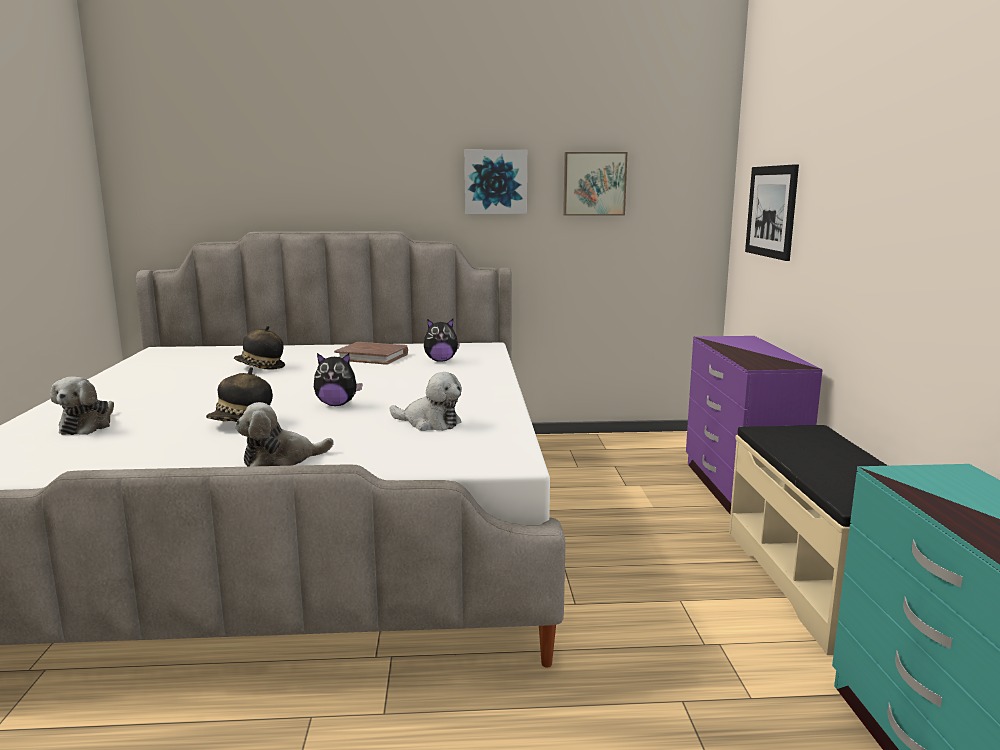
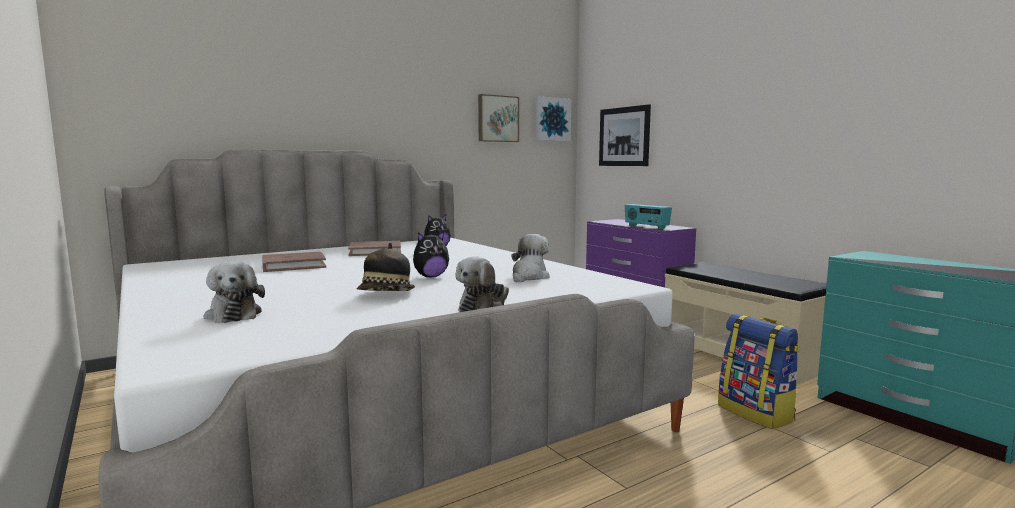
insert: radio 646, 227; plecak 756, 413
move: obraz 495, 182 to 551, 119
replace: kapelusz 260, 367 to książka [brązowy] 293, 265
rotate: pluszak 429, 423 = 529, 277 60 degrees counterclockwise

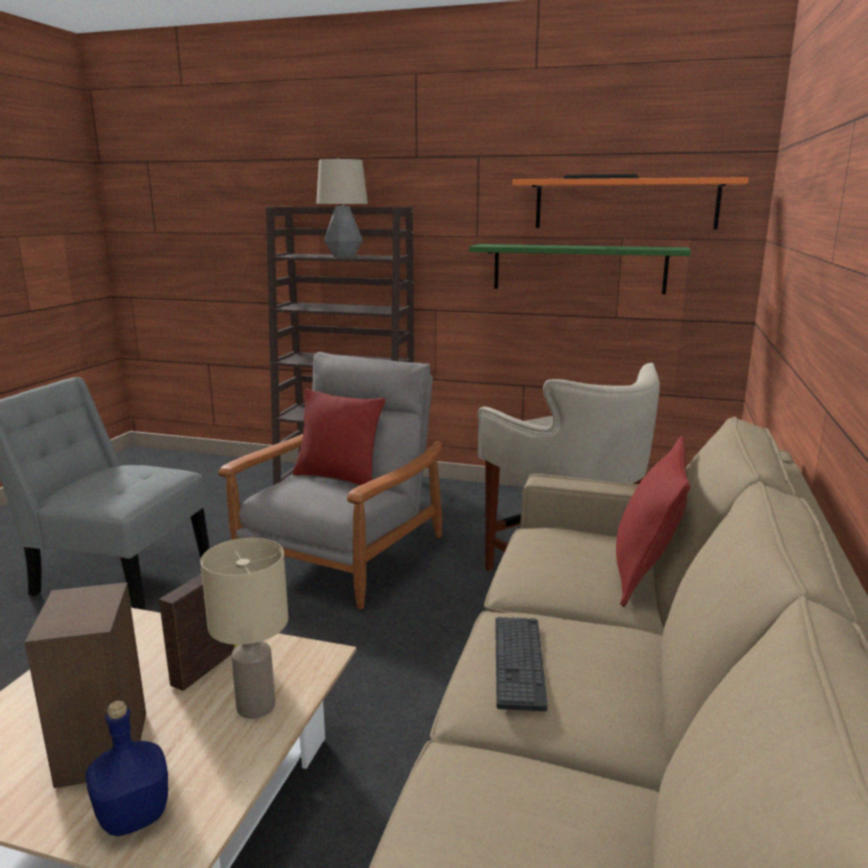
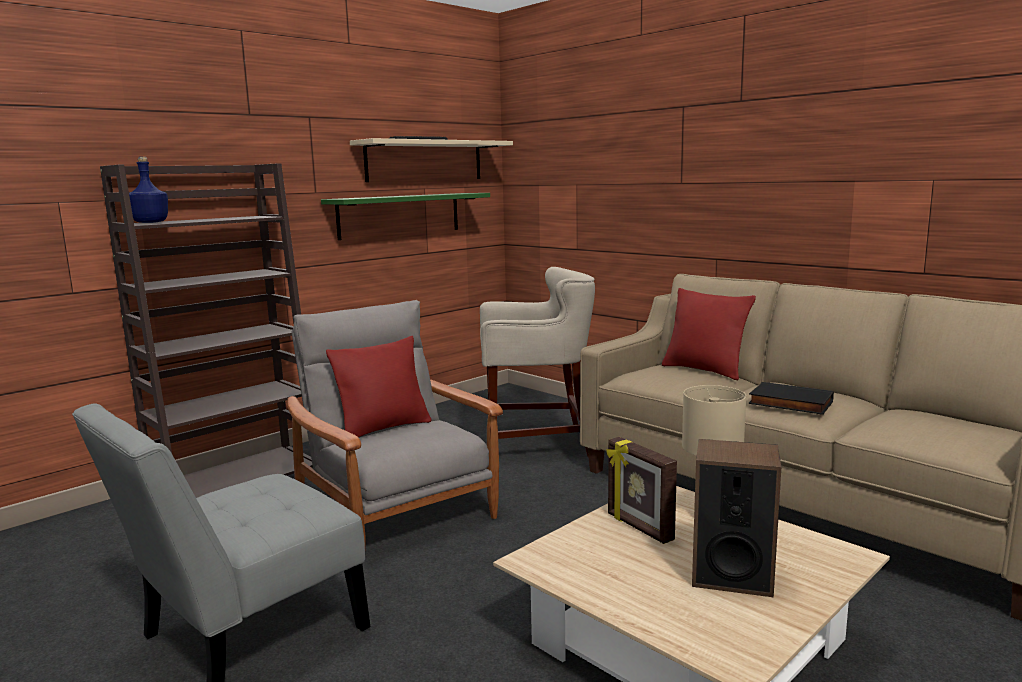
delete: lampa stołowa 344, 256
move: butelka [niebieski] 132, 816 to 150, 222
replace: klawiatura 518, 662 to książka [czarny] 789, 403
recolor: półka [pomarańczowy] 625, 204 to półka [beżowy] 425, 161

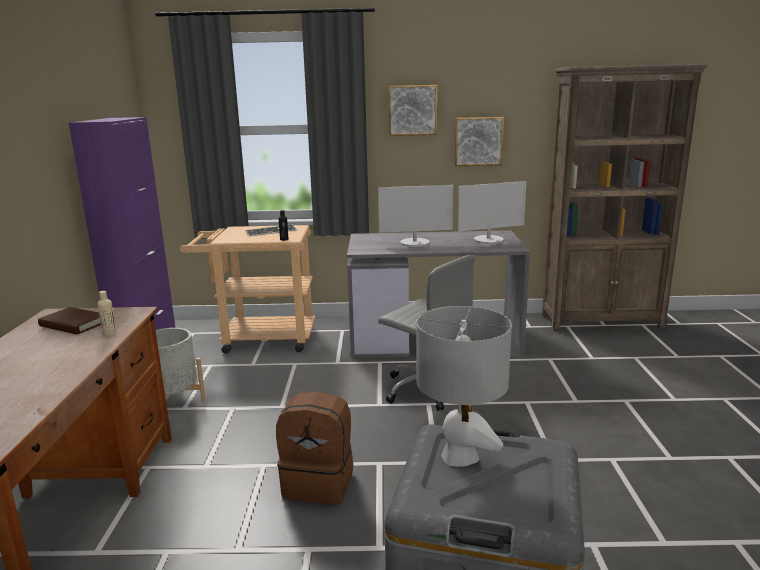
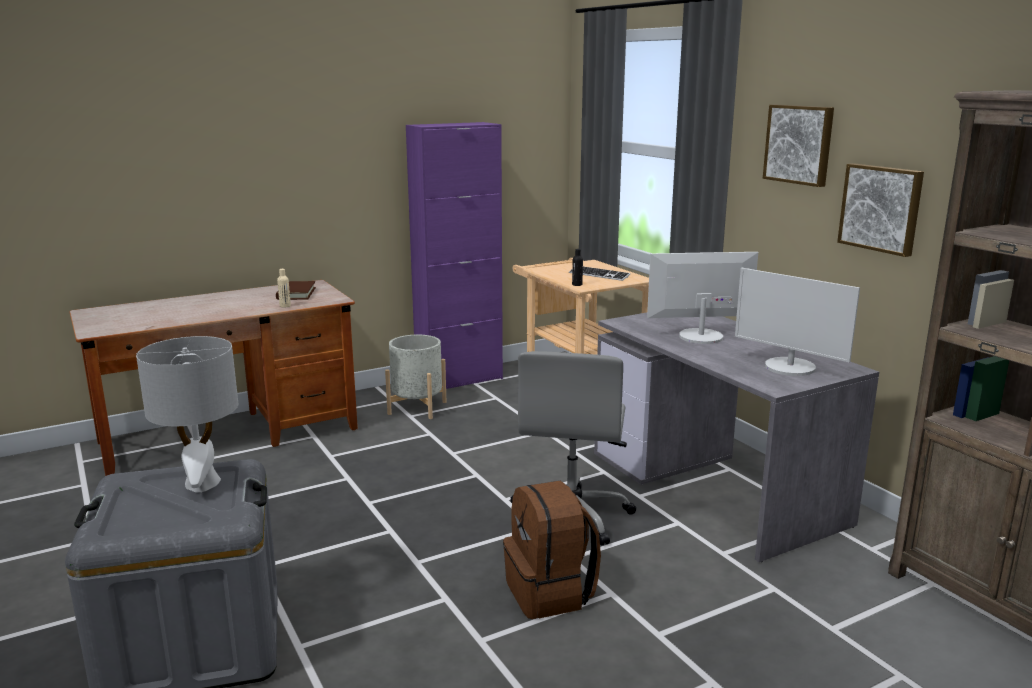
move: plecak [brązowy] 319, 482 to 550, 593
rotate: monitor 415, 243 = 700, 336 120 degrees clockwise

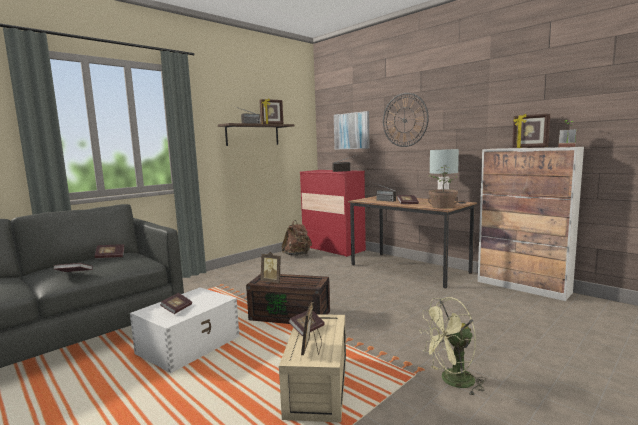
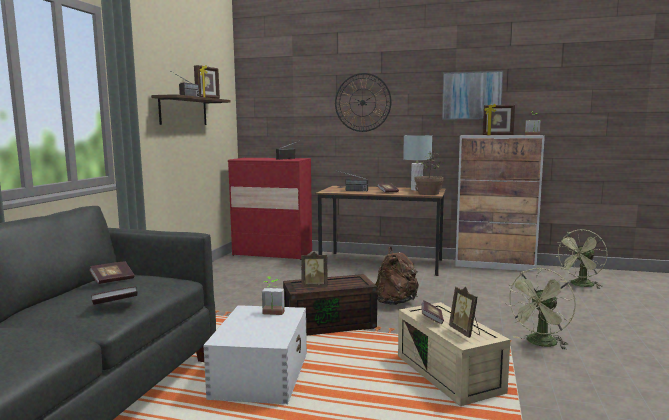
delete: książka 177, 309
insert: wentylator [zielony] 580, 285; roślina doniczkowa 272, 314
move: obraz 351, 131 to 472, 95; plecak [brązowy] 297, 255 to 395, 303

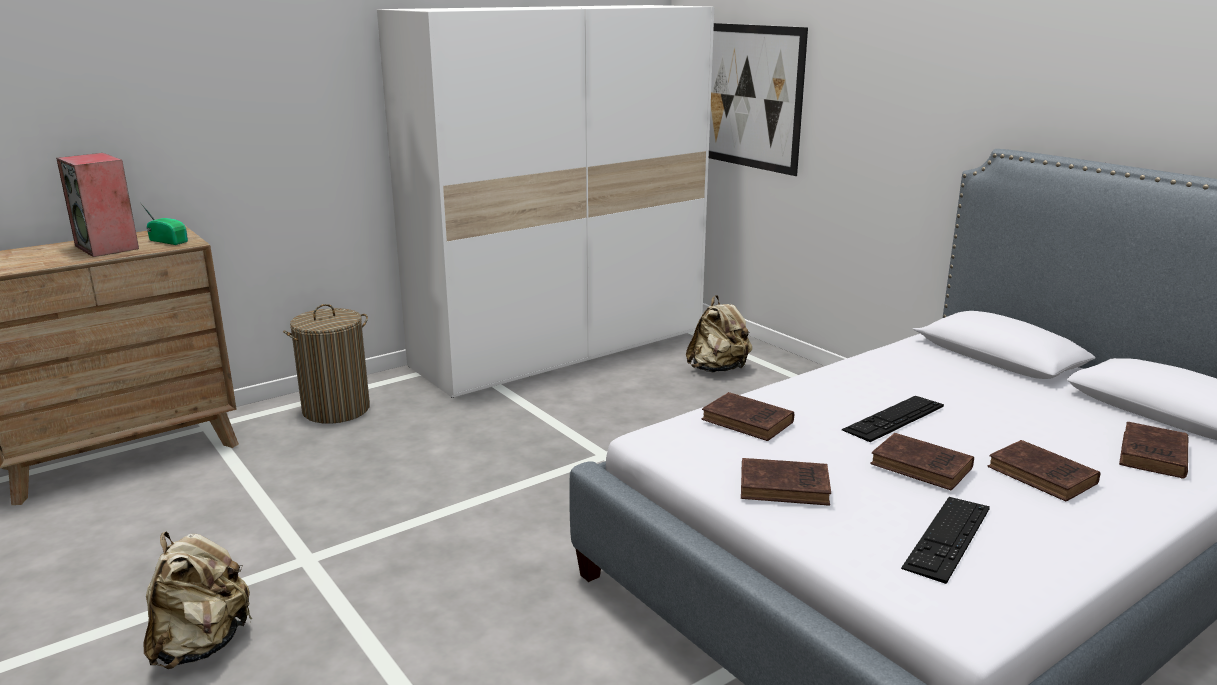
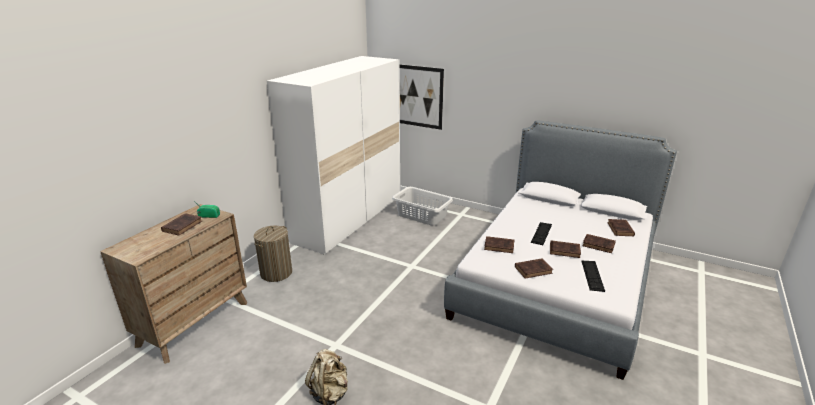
replace: głośnik 108, 247 to książka [brązowy] 183, 226; plecak [beżowy] 718, 369 to kosz na pranie [szary] 422, 215

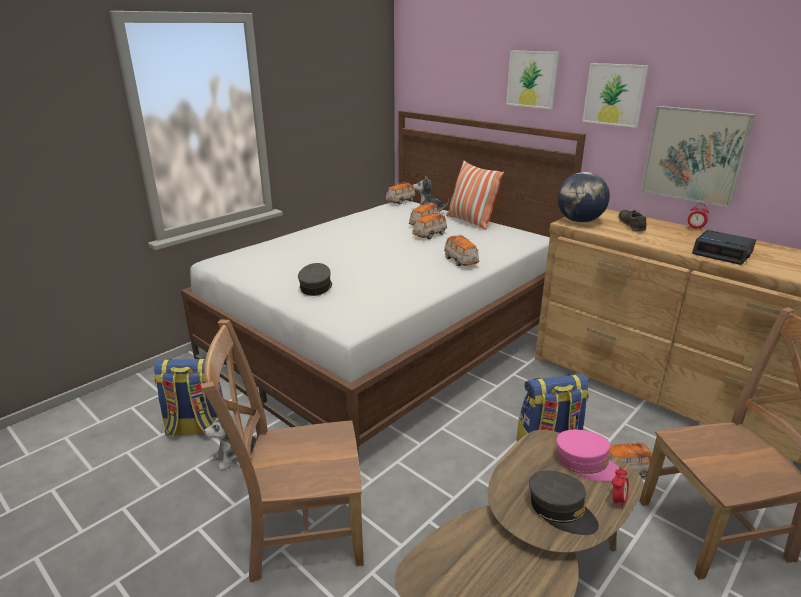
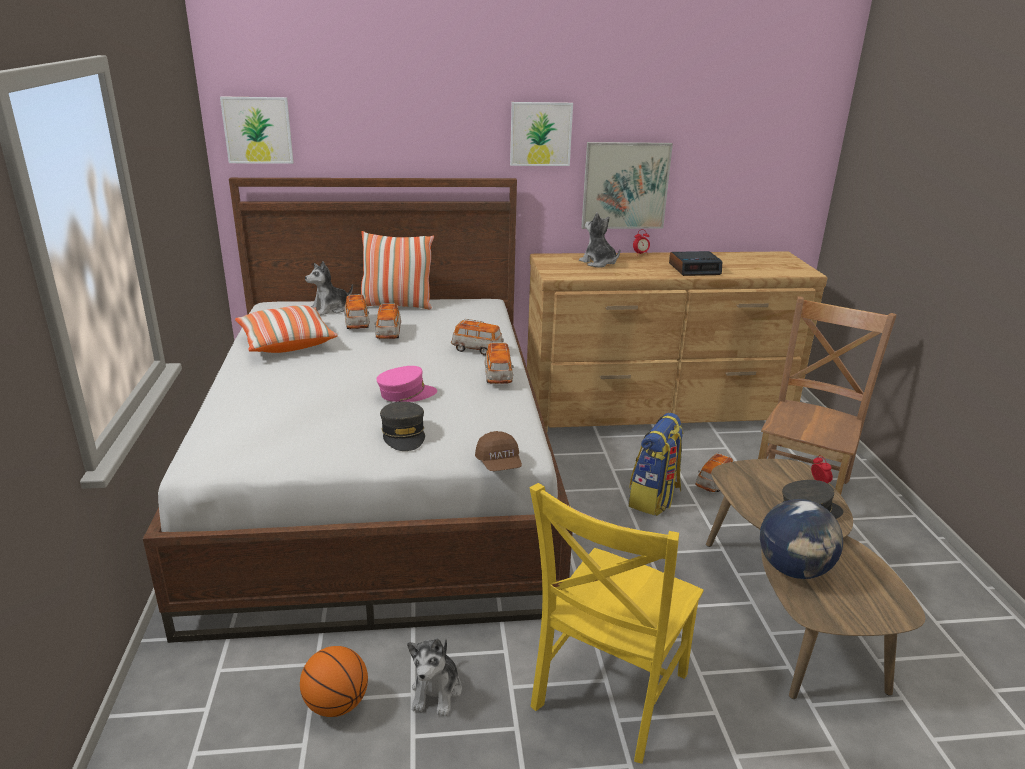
insert: poduszka 286, 343; czapka z daszkiem [brązowy] 499, 464
move: obraz 532, 79 to 258, 130; globus 579, 221 to 793, 570; samochodzik 400, 201 to 498, 377; czapka z daszkiem [różowy] 586, 463 to 406, 394
replace: but [brązowy] 631, 224 to pluszak 598, 263; plecak 196, 428 to piłka do koszykówki 336, 704
recolor: krzesło [brązowy] 300, 532 to krzesło [żółty] 607, 695
rotate: czapka z daszkiem [szary] 316, 287 = 404, 434 150 degrees counterclockwise

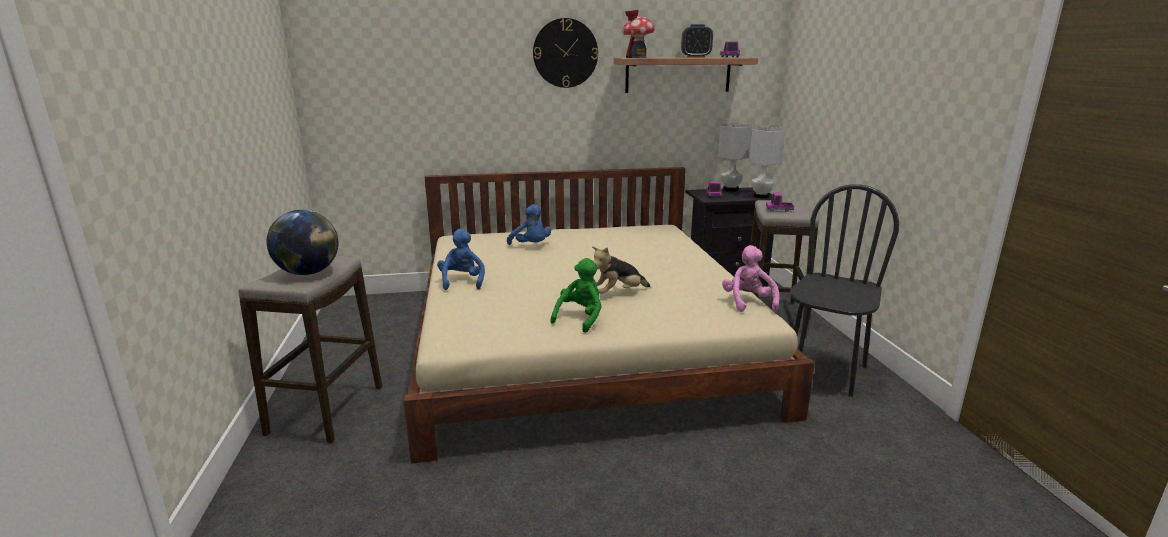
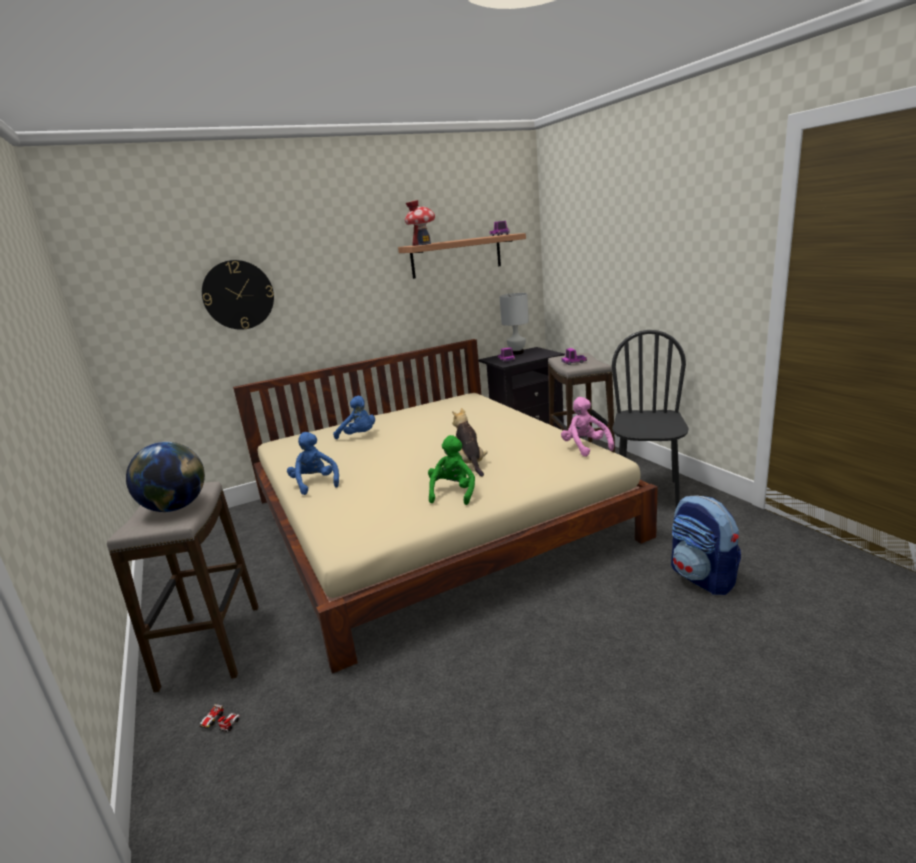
delete: budzik 695, 57; lampa stołowa [biały] 760, 196
insert: plecak 702, 578; samochodzik 220, 723
move: zegar ścienny 565, 53 to 238, 295
rotate: pluszak 618, 293 = 471, 463 120 degrees clockwise

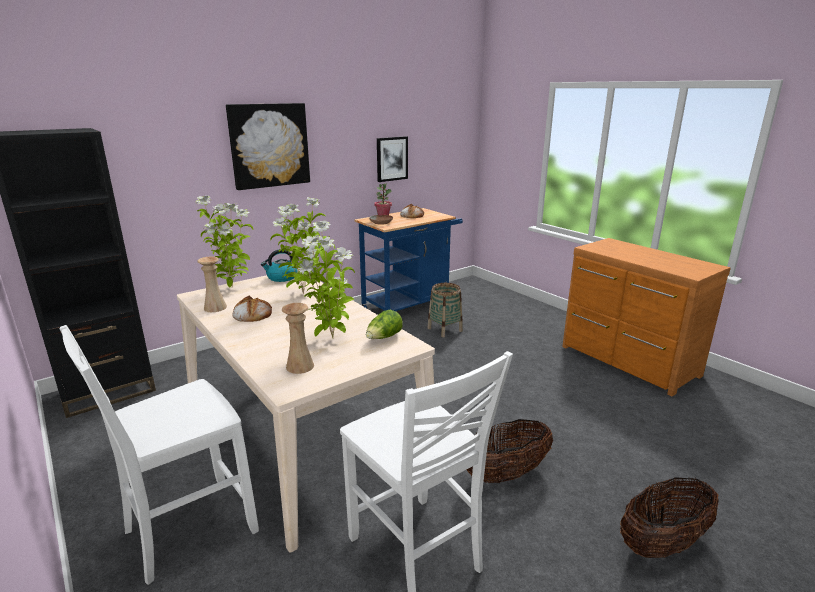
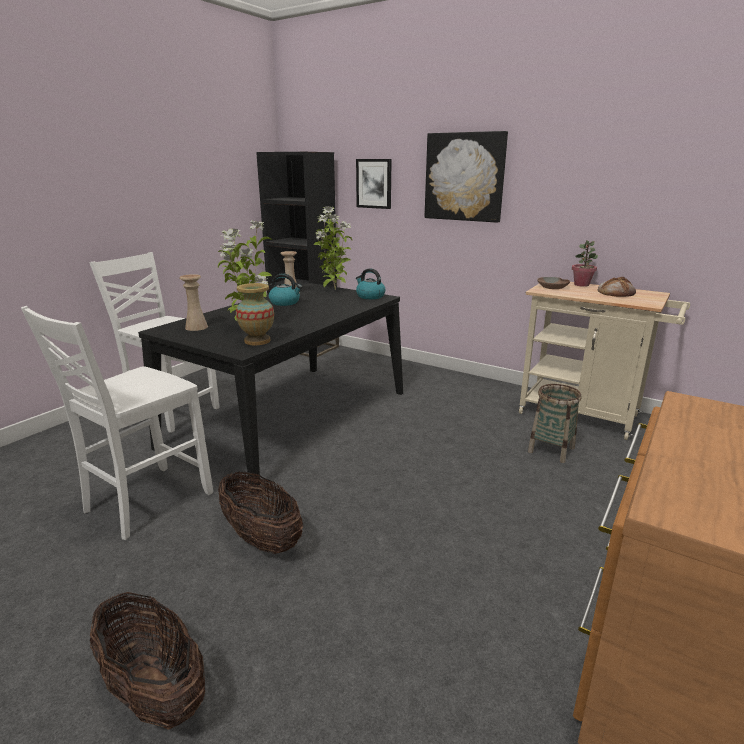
delete: roślina doniczkowa 302, 293
move: obraz 391, 158 to 374, 183
replace: chleb 252, 314 to czajnik 285, 302; sałata 384, 338 to wazon 257, 341
recolor: wózek [niebieski] 410, 306 to wózek [beżowy] 586, 416; stół jadalny [beżowy] 301, 430 to stół jadalny [czarny] 291, 418

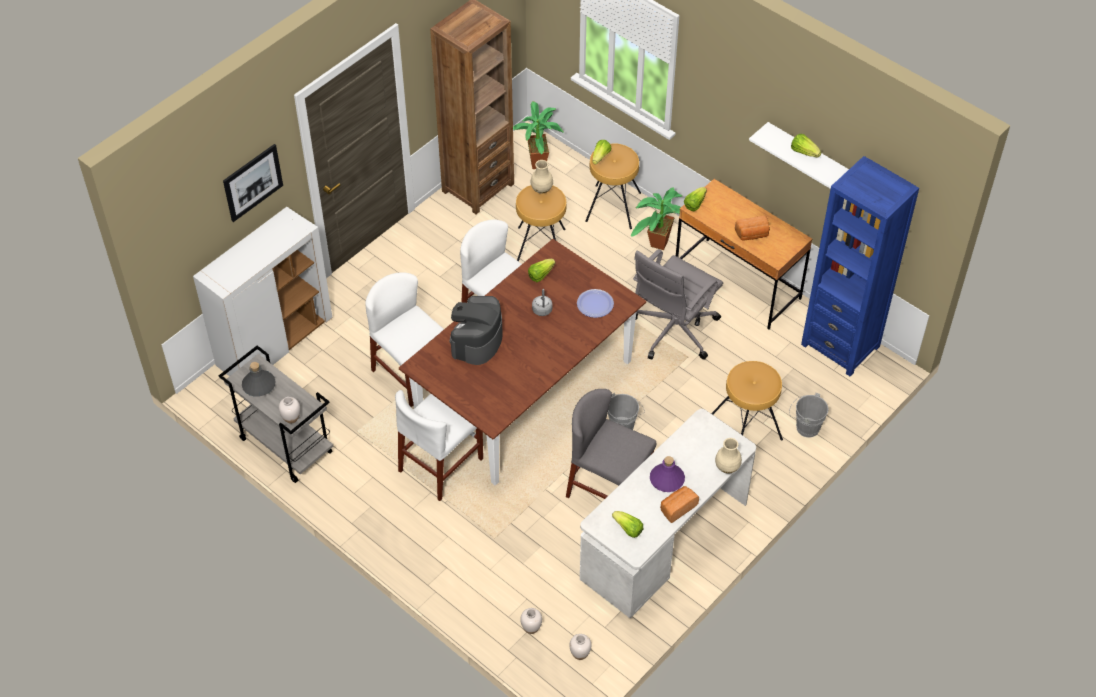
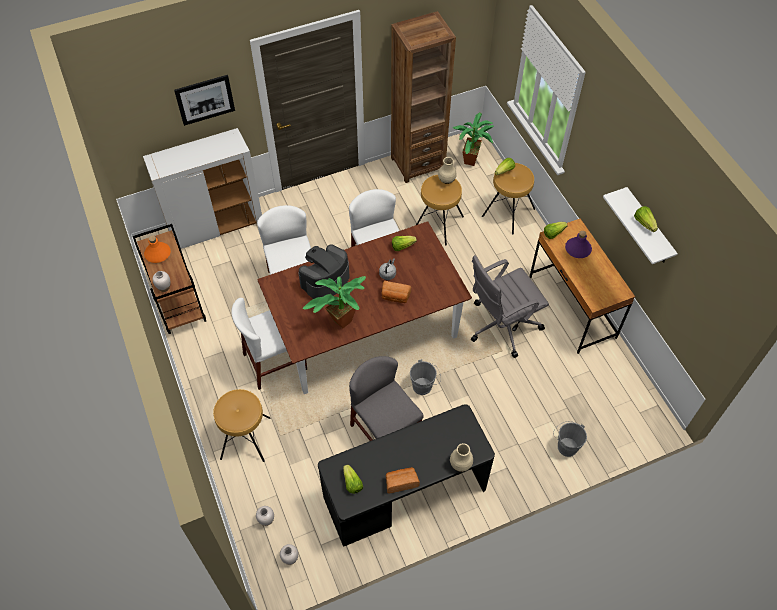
delete: regał [niebieski] 840, 345; talerz 595, 304
move: roślina doniczkowa 656, 246 to 338, 322; chleb 752, 234 to 395, 297; stołek [brązowy] 747, 426 to 246, 438; butelka [fioletowy] 667, 479 to 578, 249
recolor: wózek [szary] 284, 445 to wózek [brązowy] 178, 303; butelka [szary] 258, 385 to butelka [pomarańczowy] 157, 254; biurko [biały] 665, 540 to biurko [czarny] 405, 493

